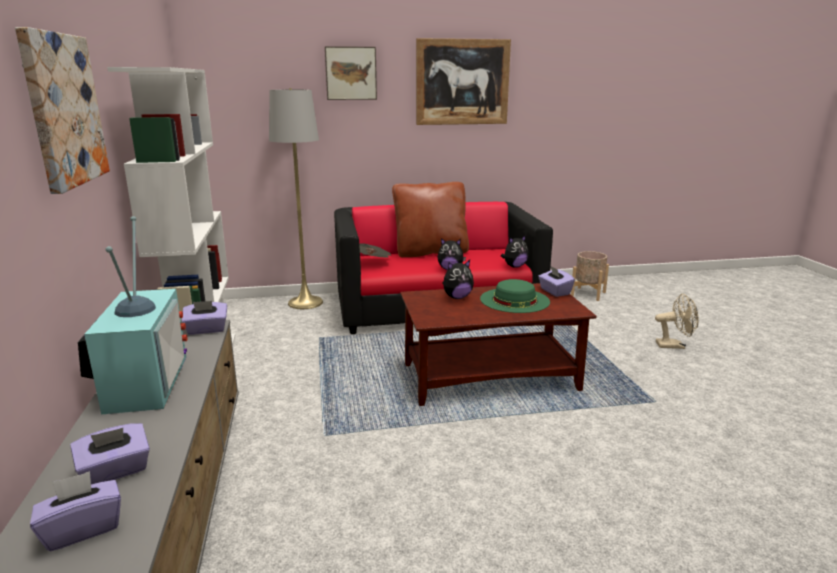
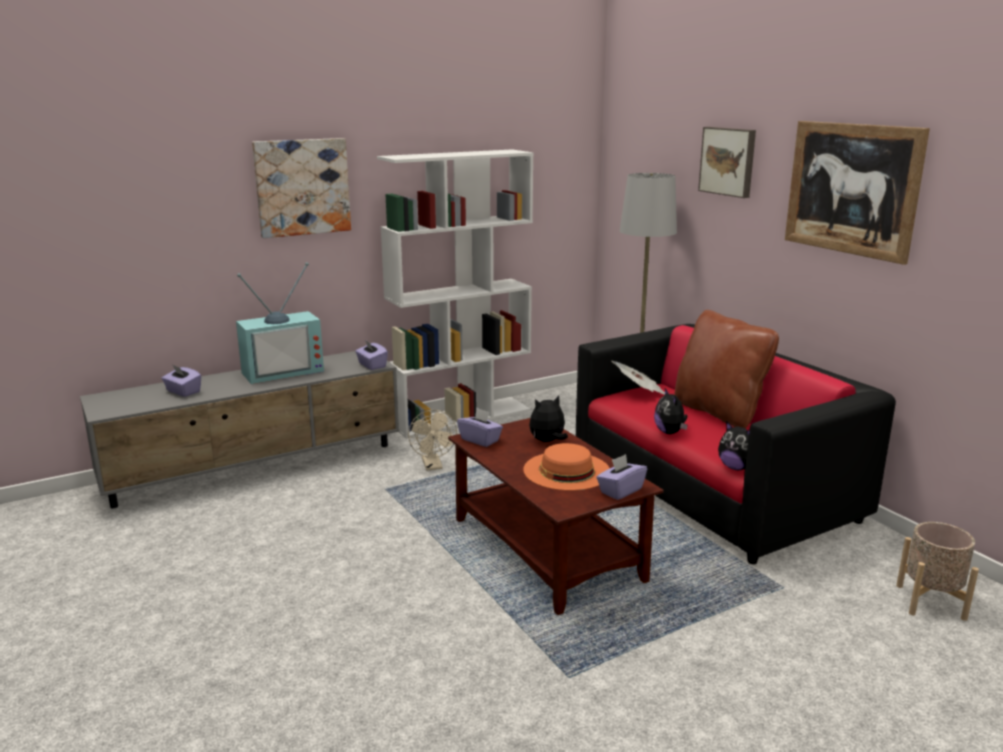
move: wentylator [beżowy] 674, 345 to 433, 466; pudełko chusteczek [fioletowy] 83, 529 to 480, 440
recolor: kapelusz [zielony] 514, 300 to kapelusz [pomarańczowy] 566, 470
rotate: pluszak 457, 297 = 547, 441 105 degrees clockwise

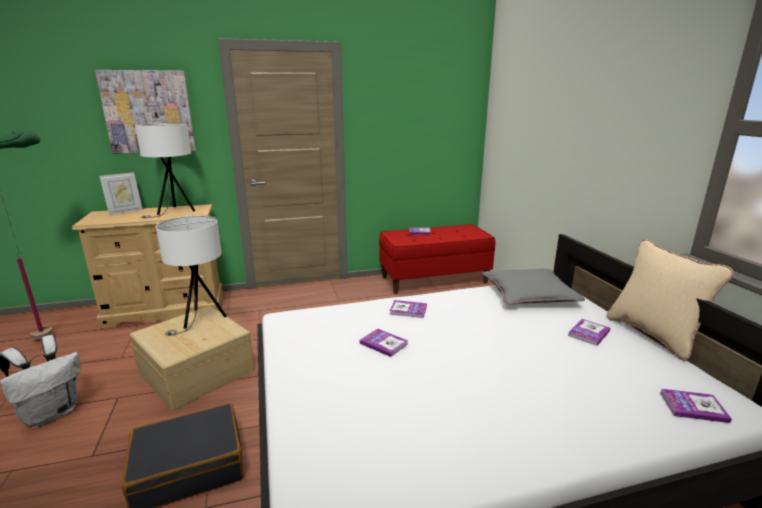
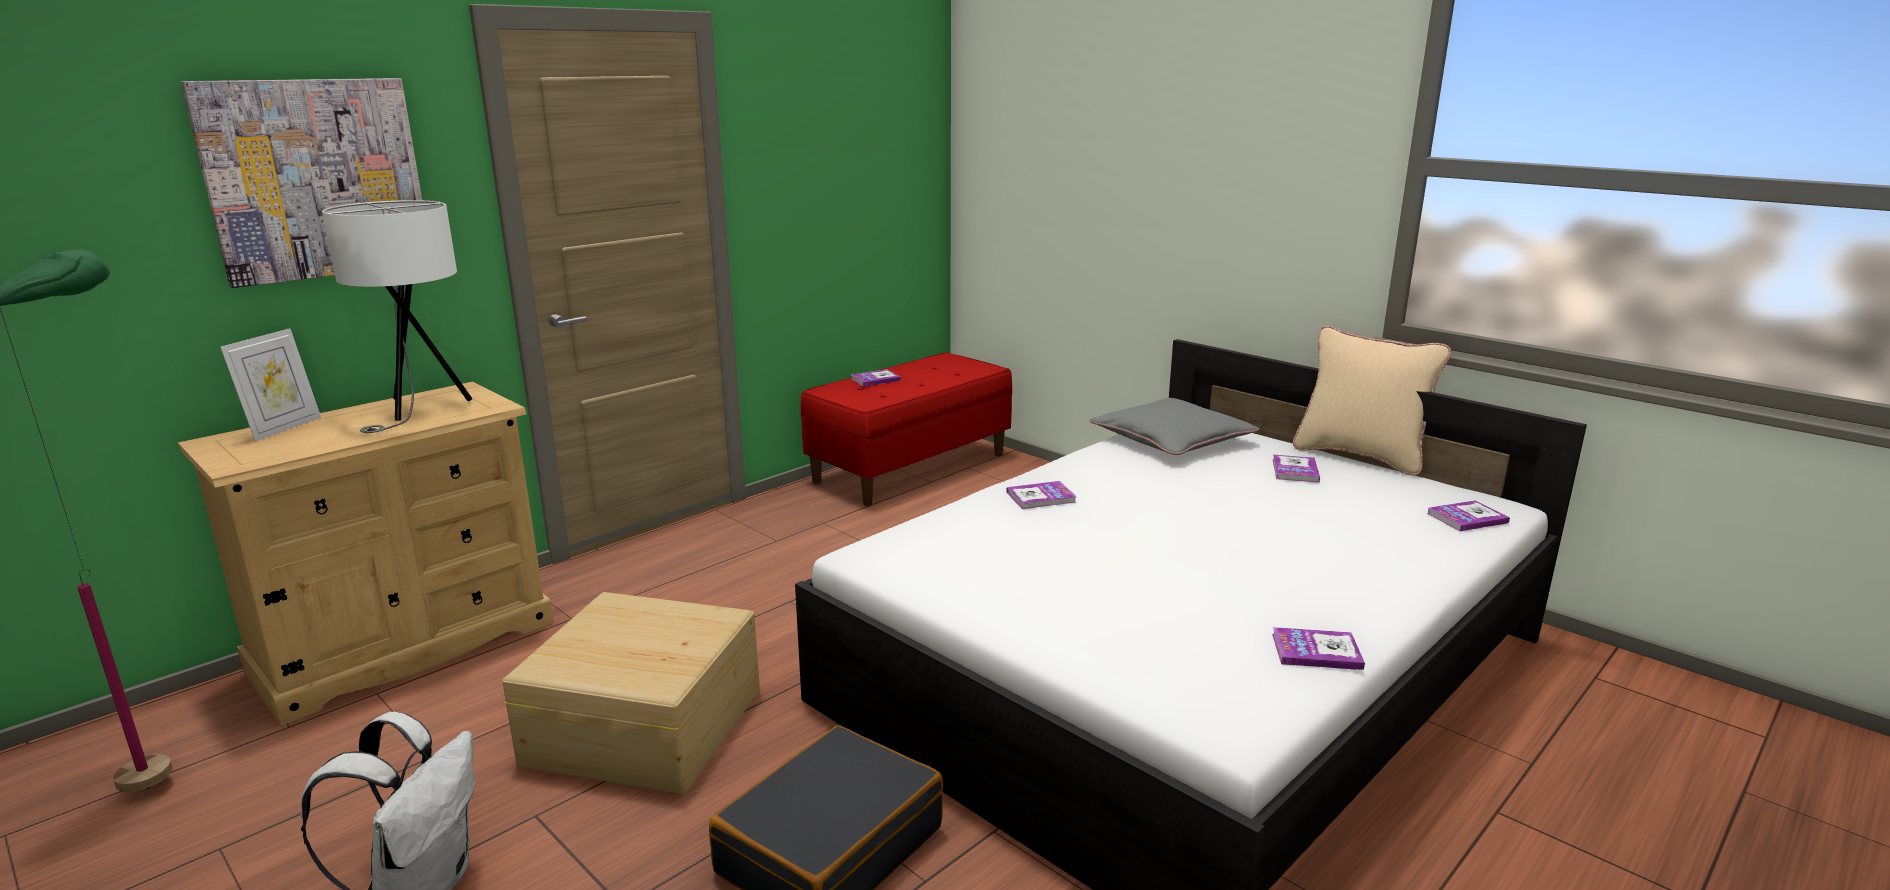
delete: lampa stołowa [biały] 200, 320
move: książka 383, 343 to 1316, 651

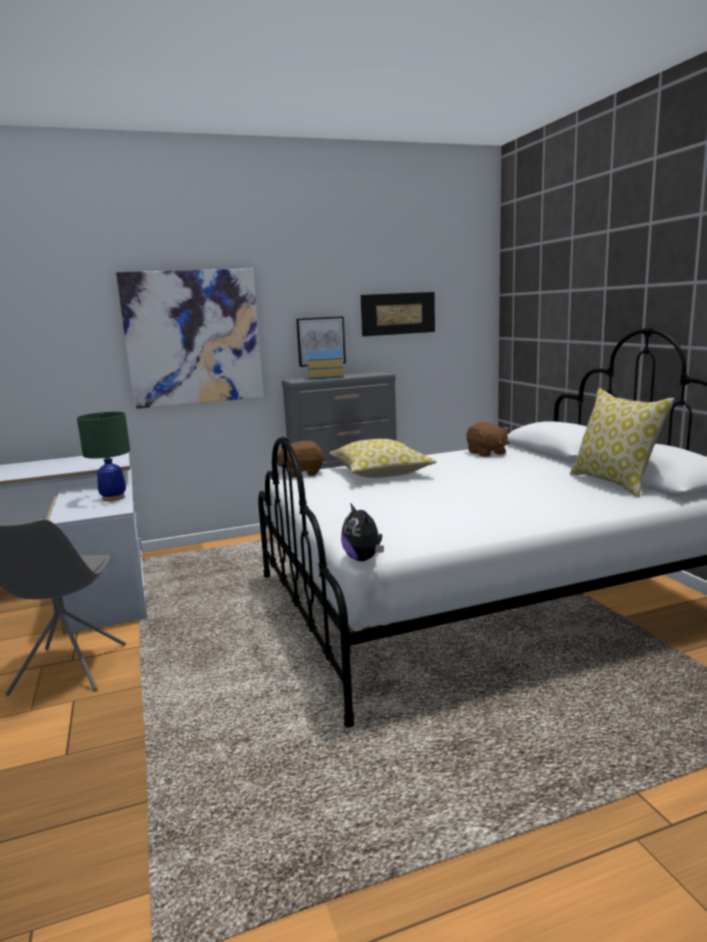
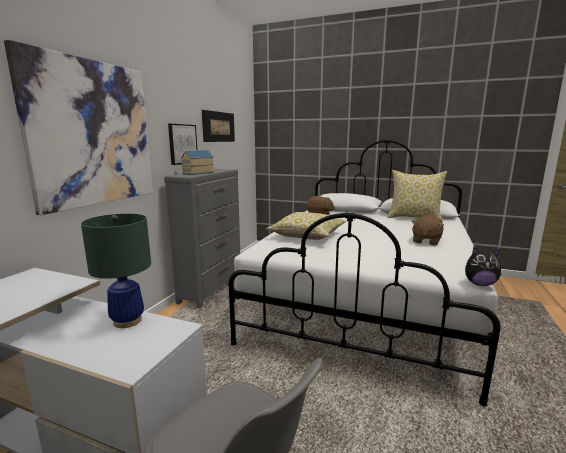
move: pluszak [brązowy] 301, 473 to 426, 241

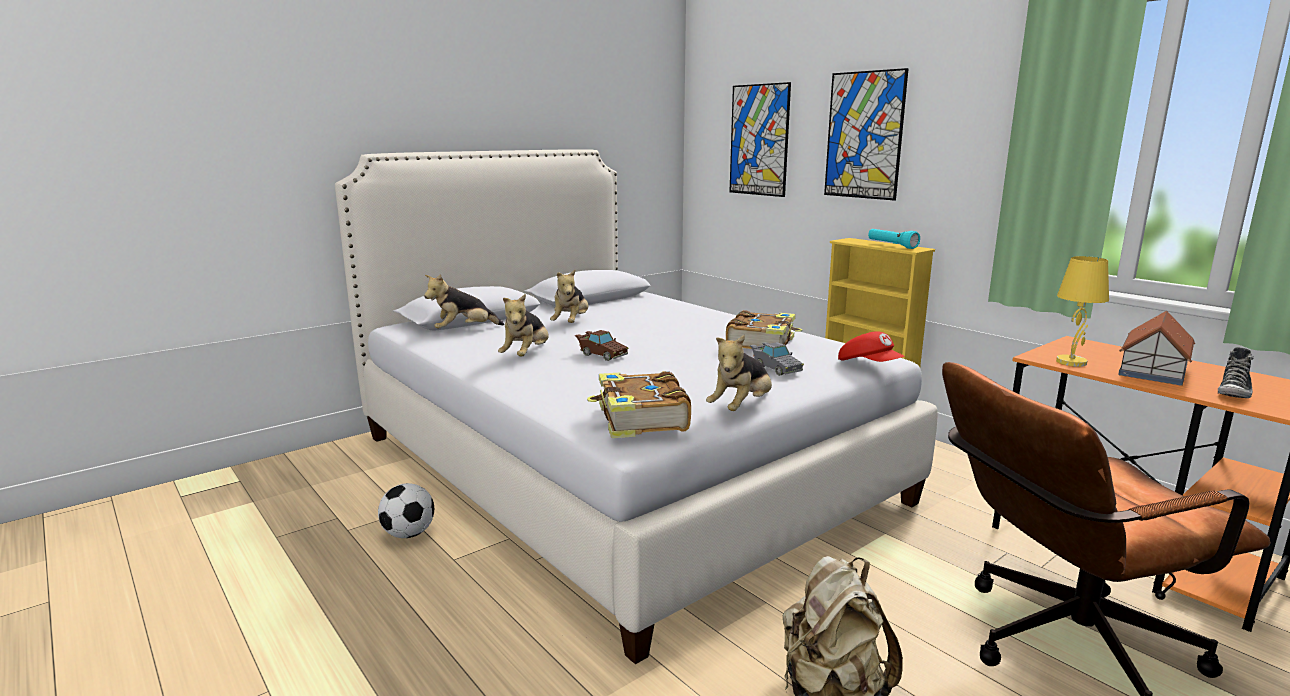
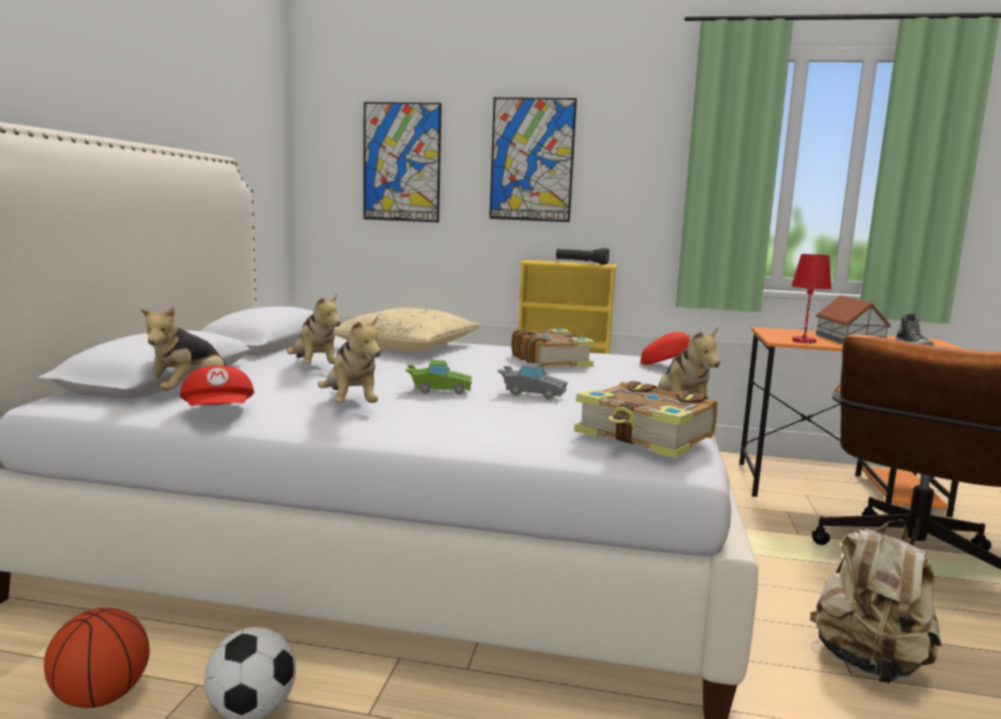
insert: poduszka [beżowy] 406, 346; czapka z daszkiem [czerwony] 219, 414; piłka do koszykówki 101, 697
move: samochodzik [szary] 775, 368 to 531, 394
recolor: latarka [turkusowy] 891, 245 to latarka [czarny] 581, 263; lampa stołowa [żółty] 1071, 362 to lampa stołowa [czerwony] 803, 341; samochodzik [brązowy] 601, 355 to samochodzik [zielony] 438, 390

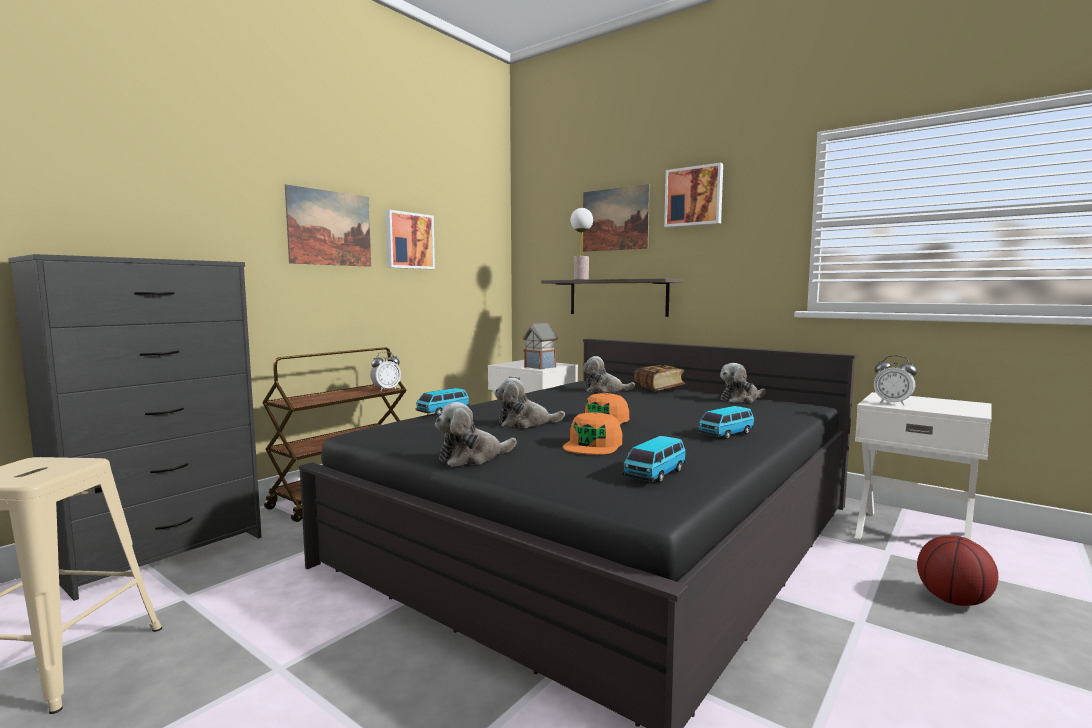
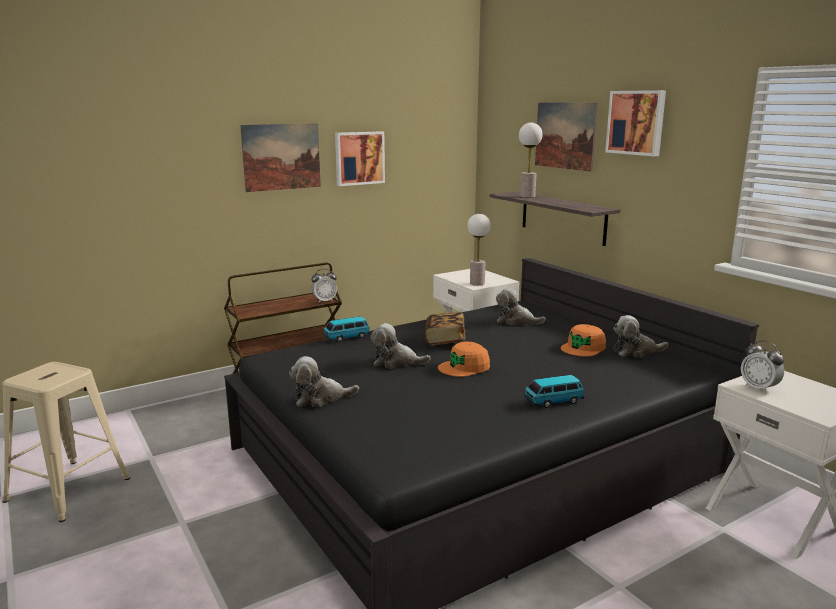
delete: komoda [czarny] 163, 552; samochodzik 655, 474; piłka do koszykówki 954, 600
move: książka 659, 388 to 445, 340; czapka z daszkiem [pomarańczowy] 593, 445 to 583, 348
replace: domek 540, 367 to lampa stołowa 477, 283

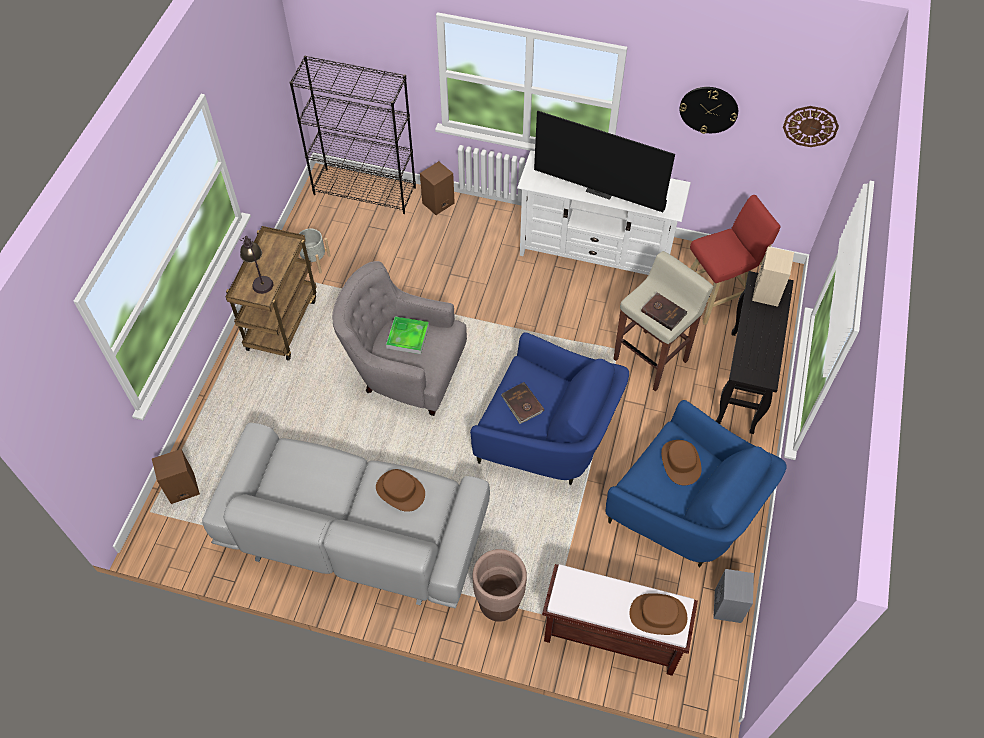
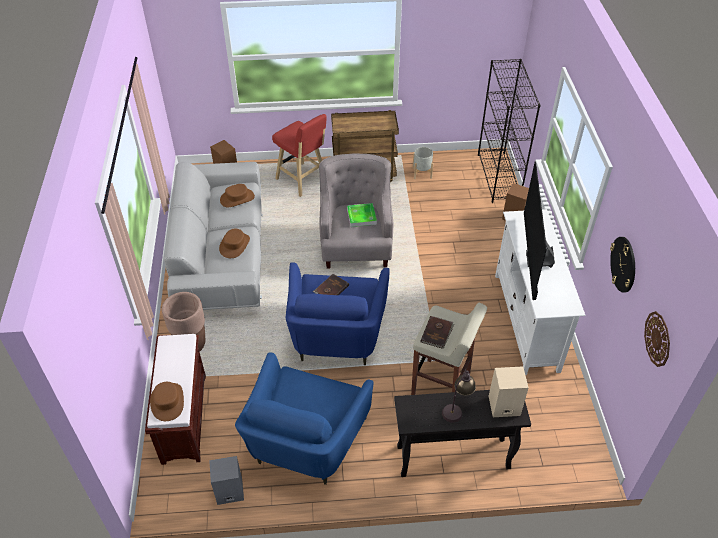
move: stołek [czerwony] 717, 296 to 303, 181; lampa stołowa 259, 279 to 456, 408; kapelusz [brązowy] 680, 462 to 237, 198

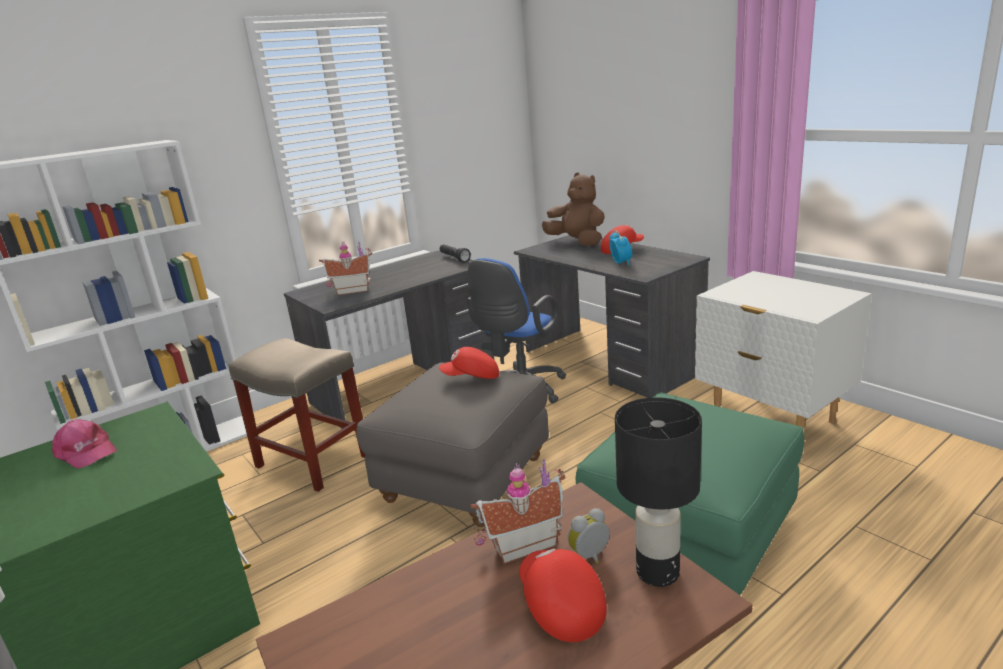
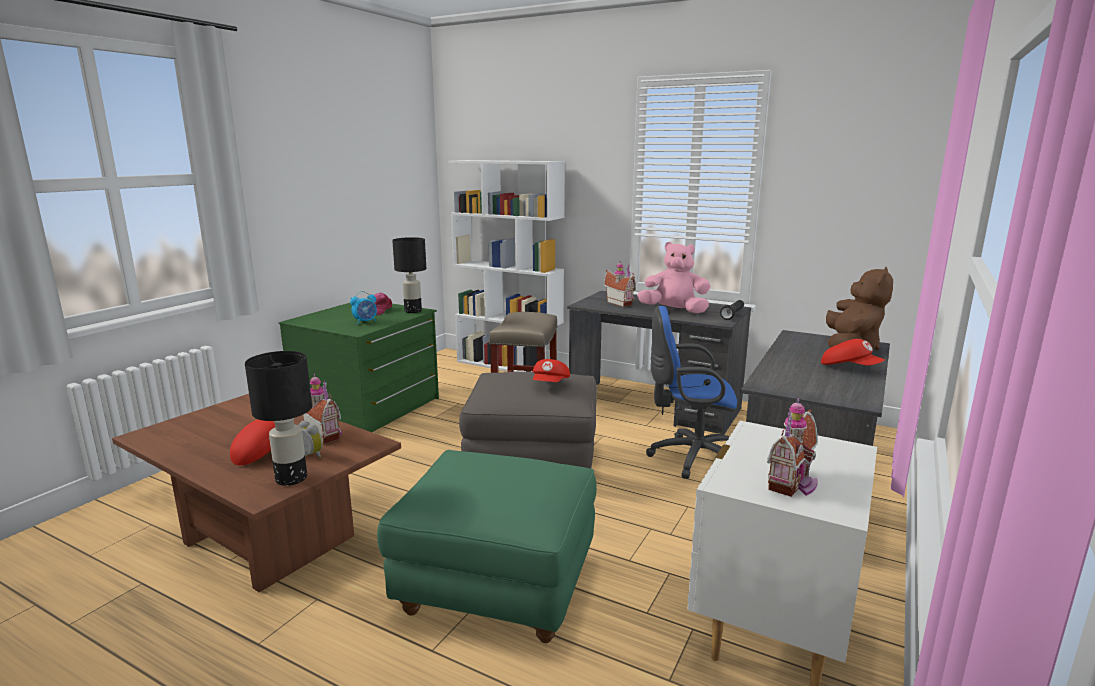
insert: lampa stołowa [czarny] 413, 311; pluszak [różowy] 674, 311; domek 794, 484
move: budzik 621, 263 to 365, 322
rotate: czapka z daszkiem [czerwony] 471, 378 = 551, 384 135 degrees counterclockwise

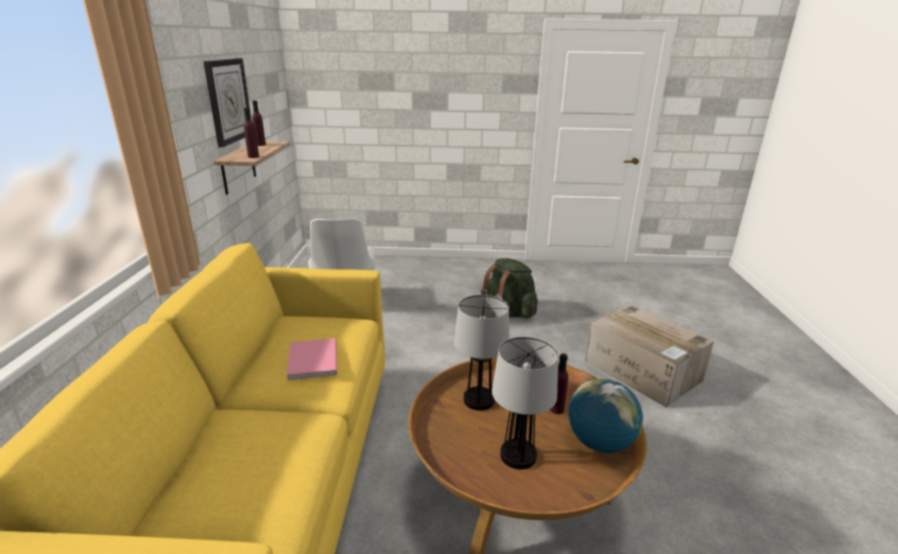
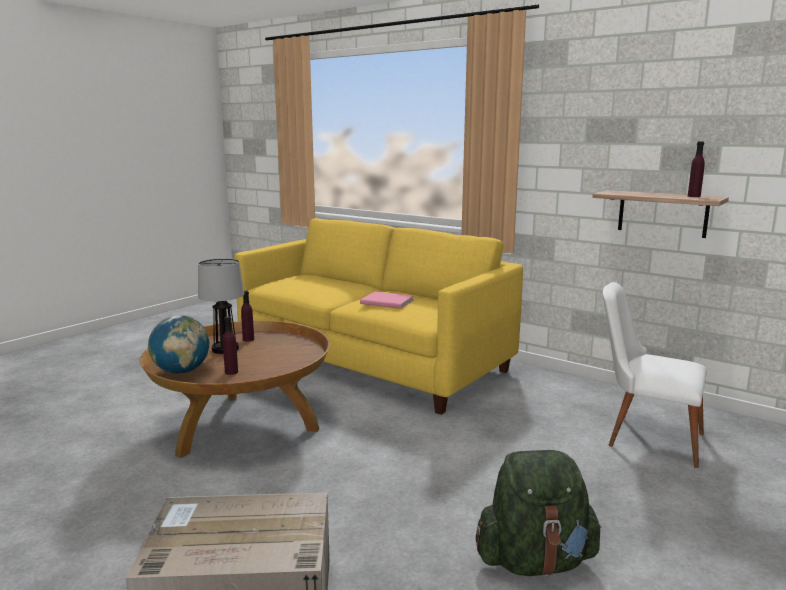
delete: zegar ścienny 228, 101; lampa stołowa 478, 400
move: butelka [fioletowy] 253, 156 to 248, 339

